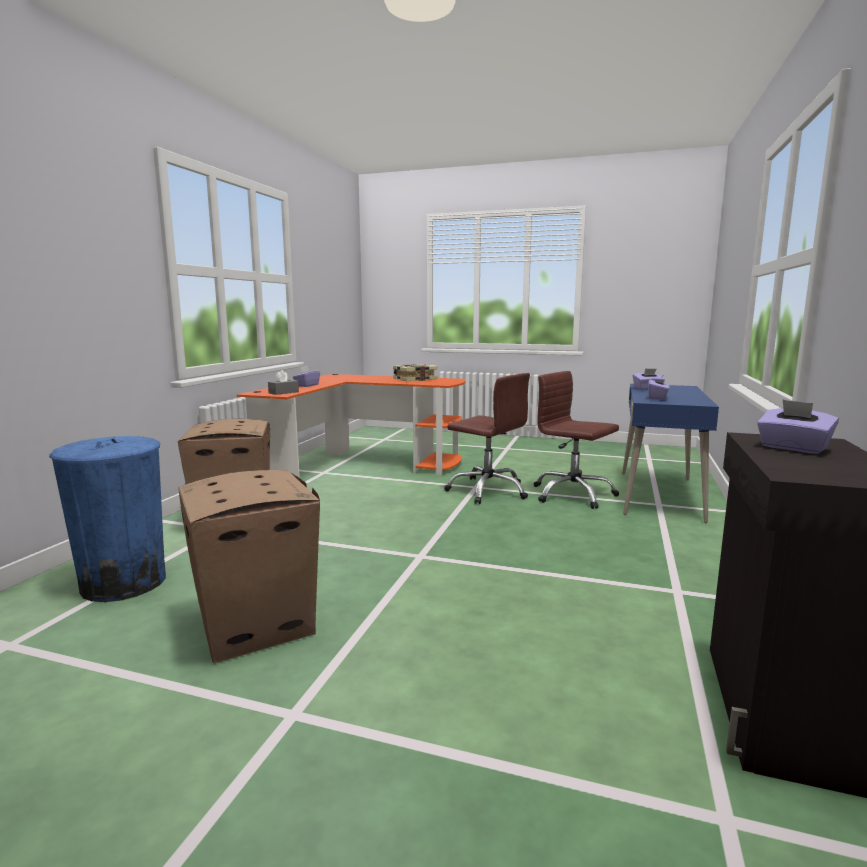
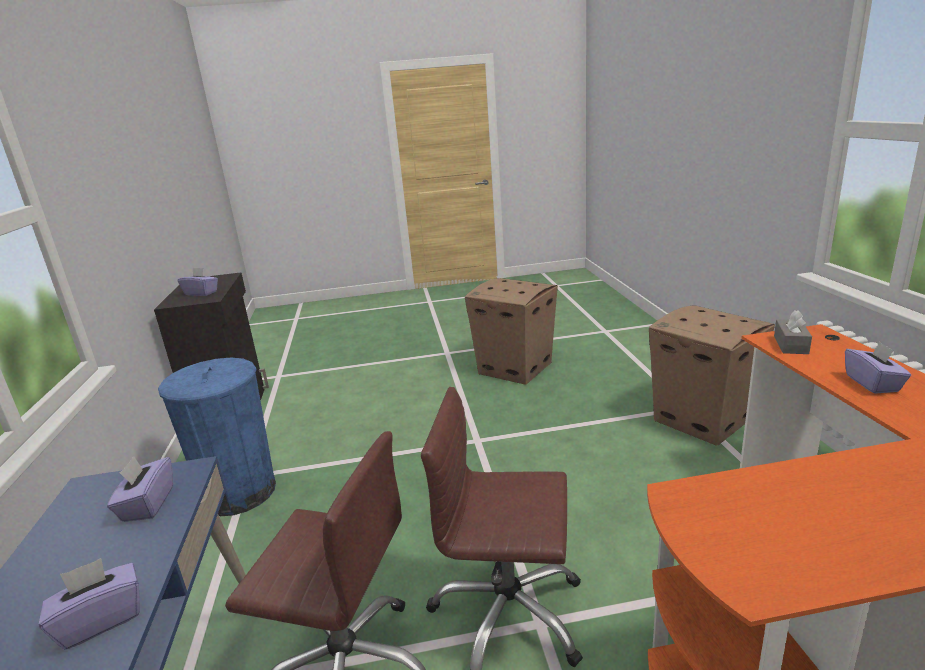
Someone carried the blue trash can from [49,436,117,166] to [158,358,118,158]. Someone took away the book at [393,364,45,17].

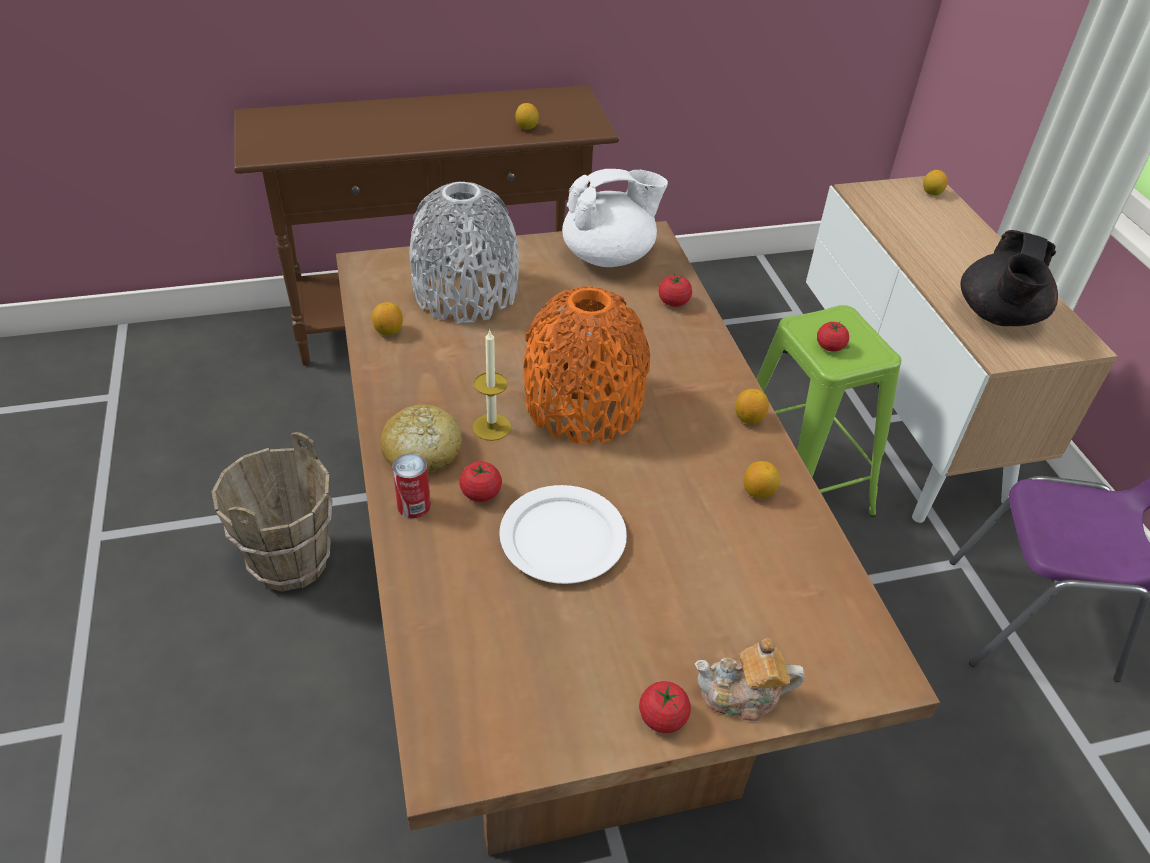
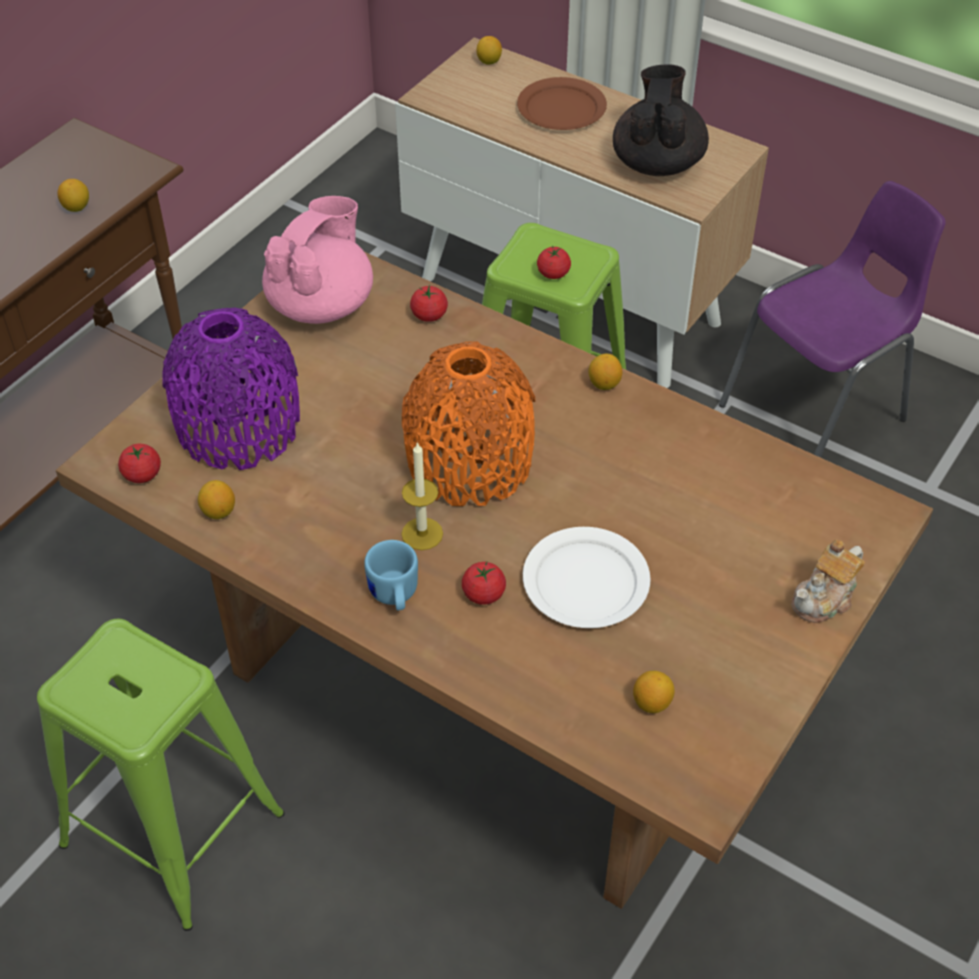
Someone swapped the brownish pail at [211,432,121,160] for the green-coloured sitting stool at [37,619,248,312]. Someone carried the fresh tomato from [639,681,52,52] to [118,444,43,39]. Someone repainted the grey flower vase at [409,182,110,142], which became the purple flower vase at [162,308,138,162]. Someone repainted the white teapot at [562,169,106,98], which became the pink-coloured teapot at [262,196,111,128]. Someone swapped the baked bread at [380,404,82,68] for the blue mug at [364,540,54,71]. Someone put down the brownish plate at [517,77,90,53]. Someone rotated the black teapot at [960,230,98,96] by 150 degrees counterclockwise. Someone carried the whole lemon from [743,461,37,38] to [633,671,42,42]. Someone took away the can at [392,453,39,65].

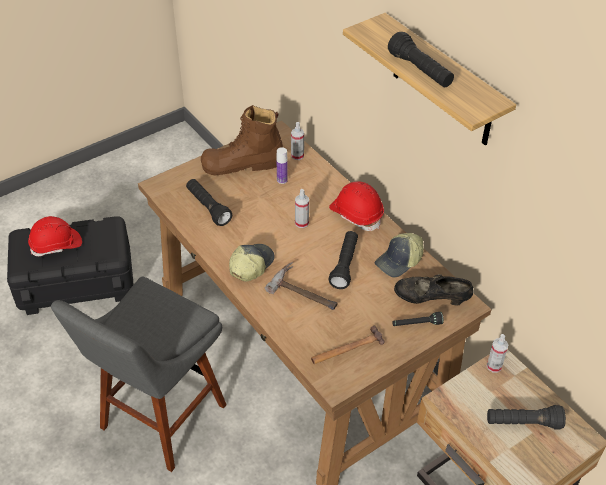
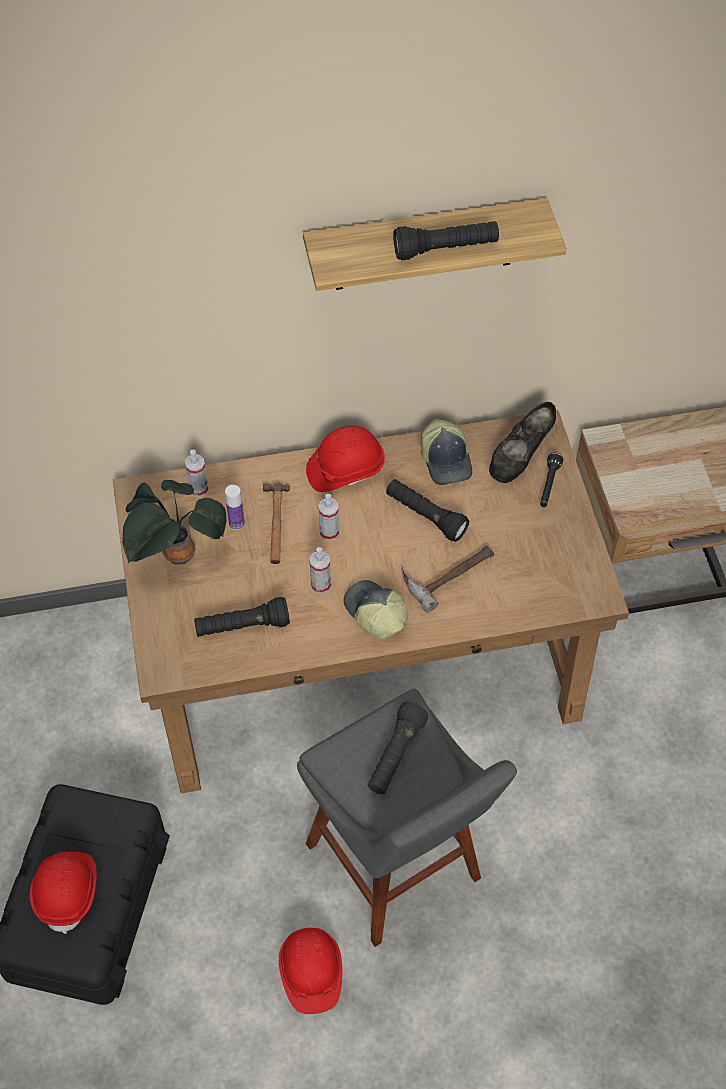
Someone swapped the brownish boot at [201,105,82,71] for the houseplant at [122,480,105,85]. Someone carried the tool hammer from [311,326,73,38] to [263,482,27,82]. Someone put down the red work helmet at [279,928,63,86]. Someone carried the hand sprayer from [487,334,21,39] to [310,547,21,47]. Someone carried the black hand torch from [487,405,79,25] to [368,702,60,92].

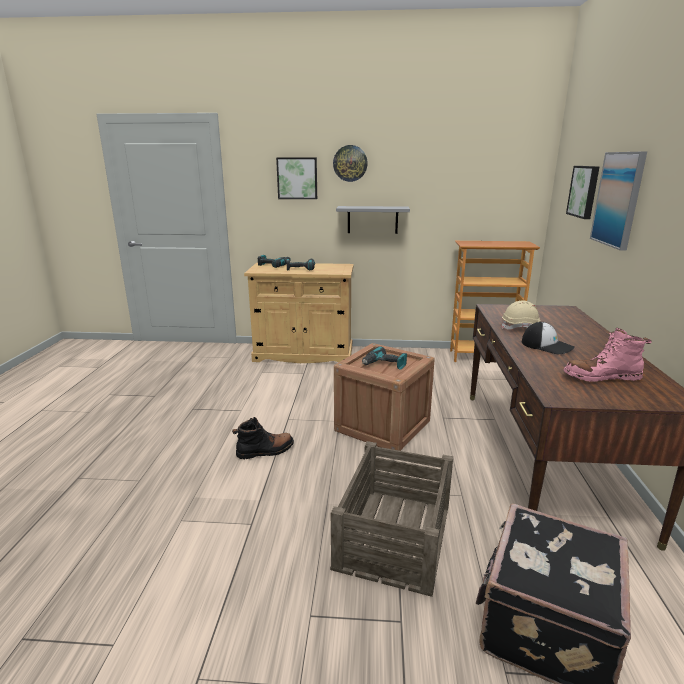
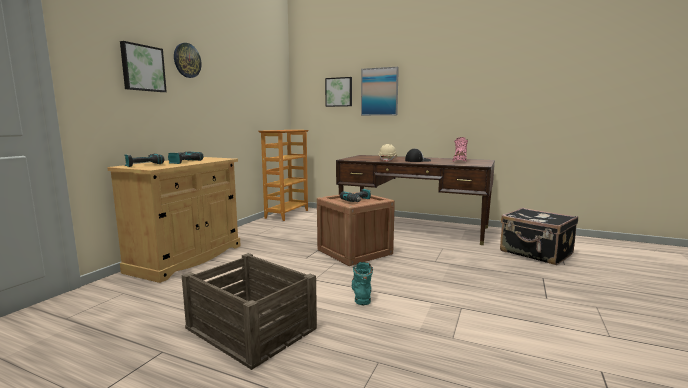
Someone carried the shipping crate from [330,441,123,156] to [182,253,135,117]. Someone repainted the black boot at [232,417,62,42], which became the turquoise boot at [352,262,21,43]. Someone took away the grey wall shelf at [336,206,74,28].

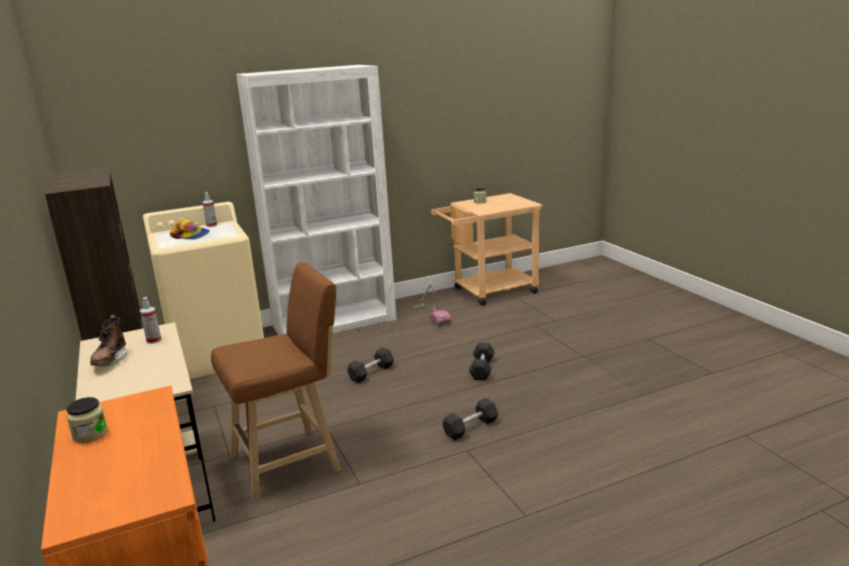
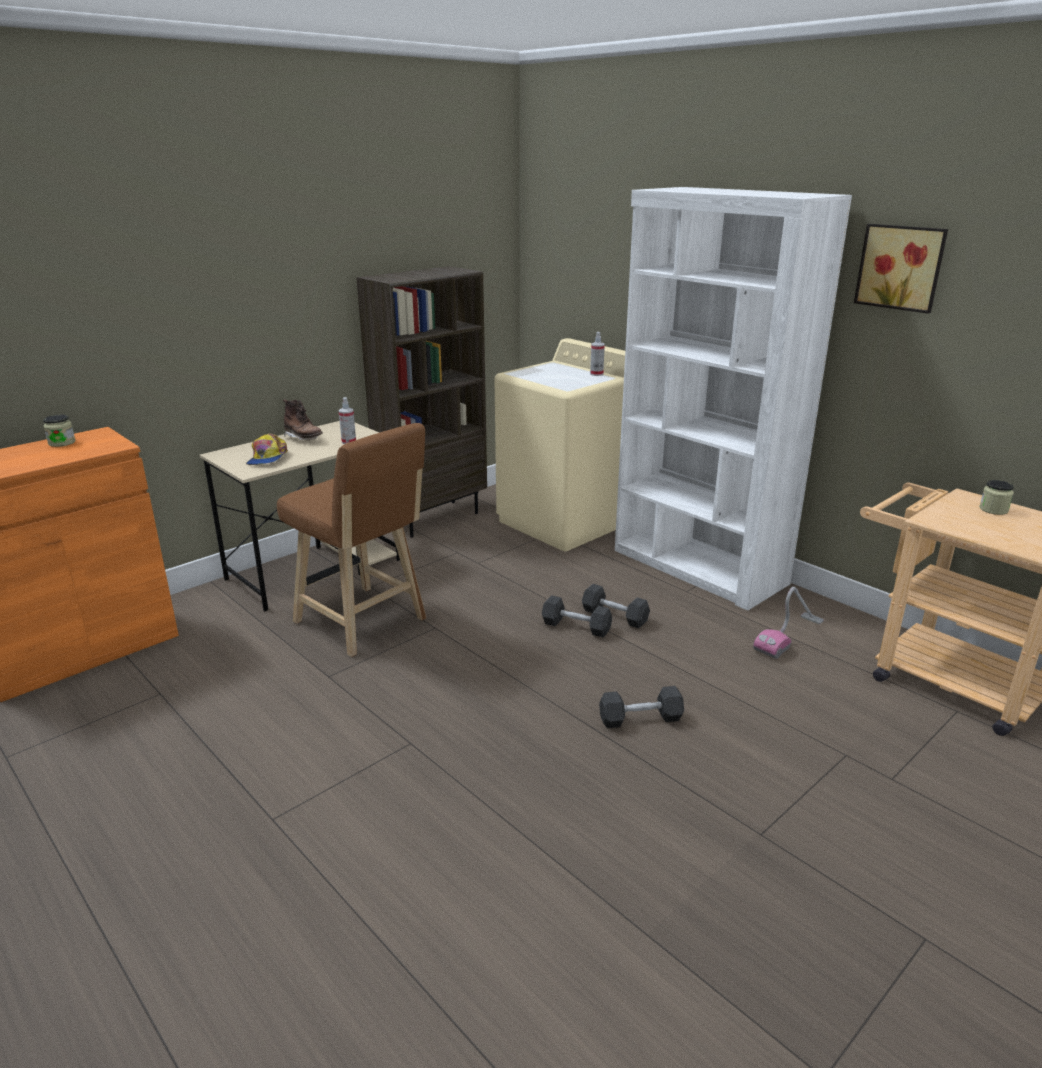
Someone carried the cap from [170,219,40,21] to [246,434,42,31]. Someone rotated the brownish boot at [90,315,37,51] by 120 degrees counterclockwise. Someone carried the grey dumbbell from [442,398,56,42] to [582,584,68,45]. Someone put up the wall picture at [854,224,94,90].

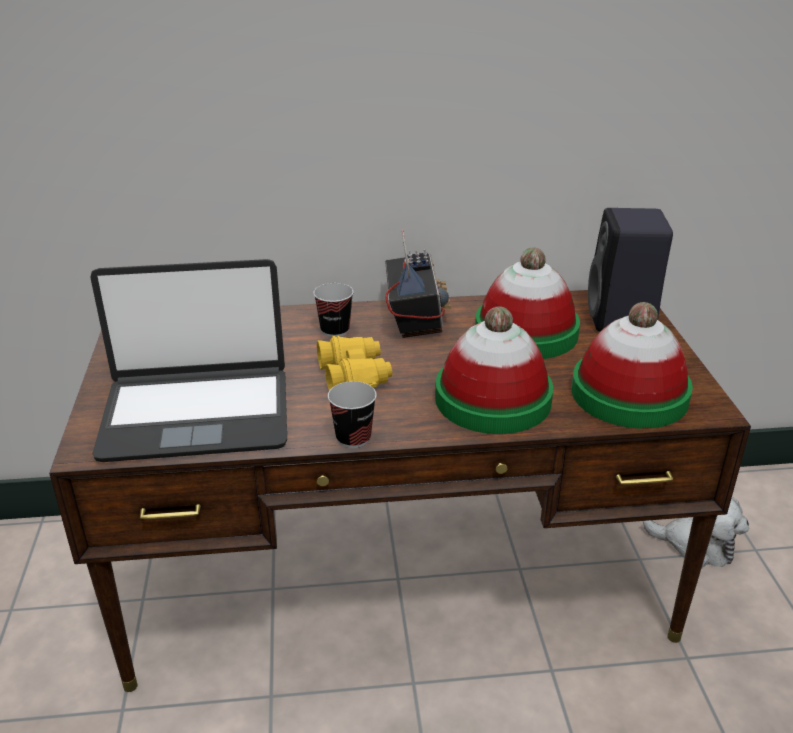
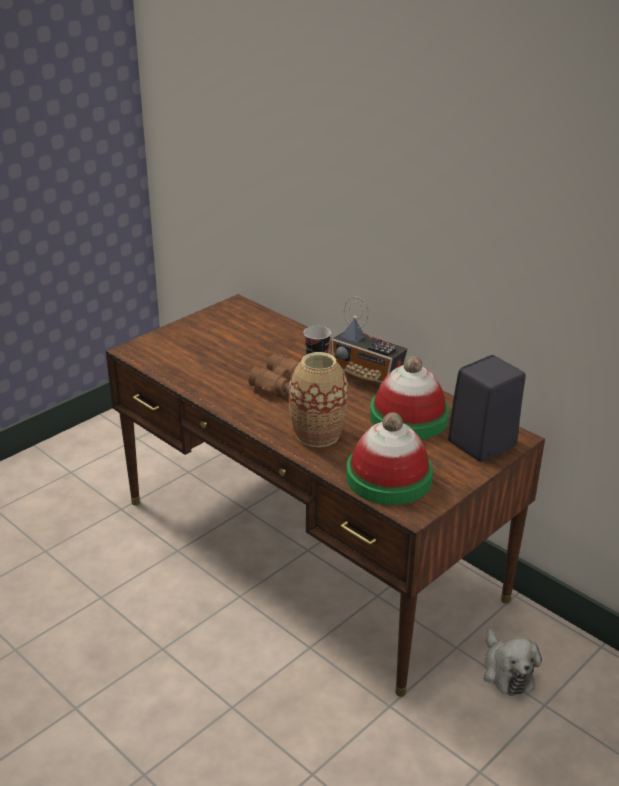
Someone repainted the yellow-coloured pair of binoculars at [317,336,75,55], which became the brownish pair of binoculars at [248,354,50,41]. Someone swapped the clothing hat at [435,306,118,128] for the flower vase at [289,352,59,95]. Someone rotated the radio set at [385,230,66,108] by 75 degrees clockwise. Someone took away the portable computer at [90,259,197,203]. Someone took away the cup at [328,381,49,67].

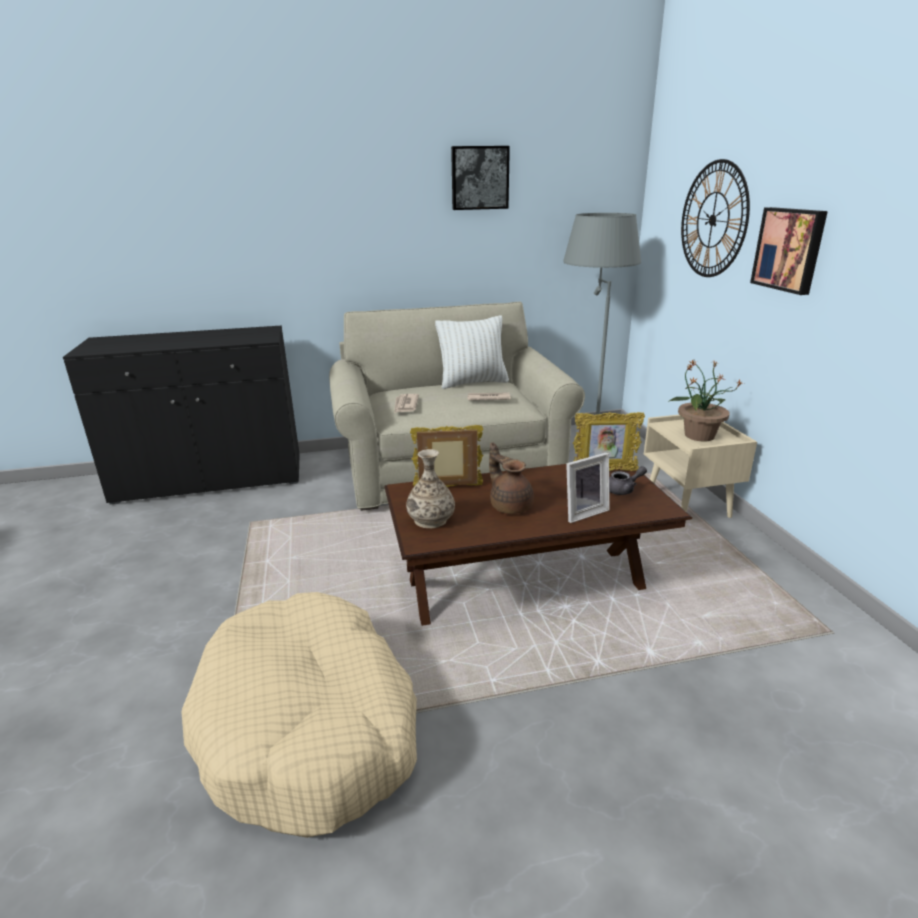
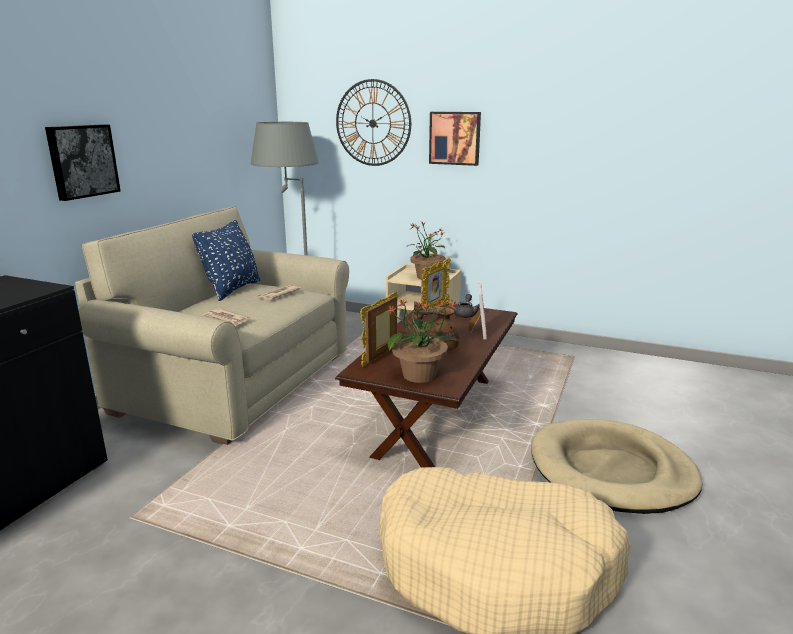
Someone carried the wall picture from [451,146,59,64] to [45,124,76,77]. Someone repainted the white cushion at [435,315,74,74], which became the blue cushion at [192,220,68,81]. Someone swapped the flower vase at [406,449,49,79] for the houseplant at [385,294,76,89]. Someone put down the sand-coloured dog bed at [531,419,171,95].

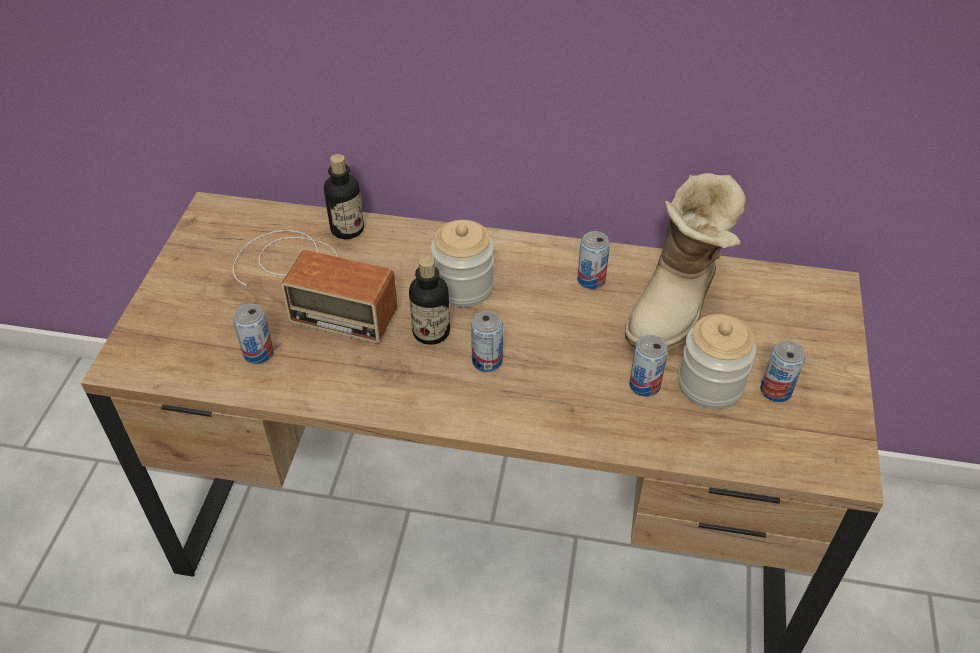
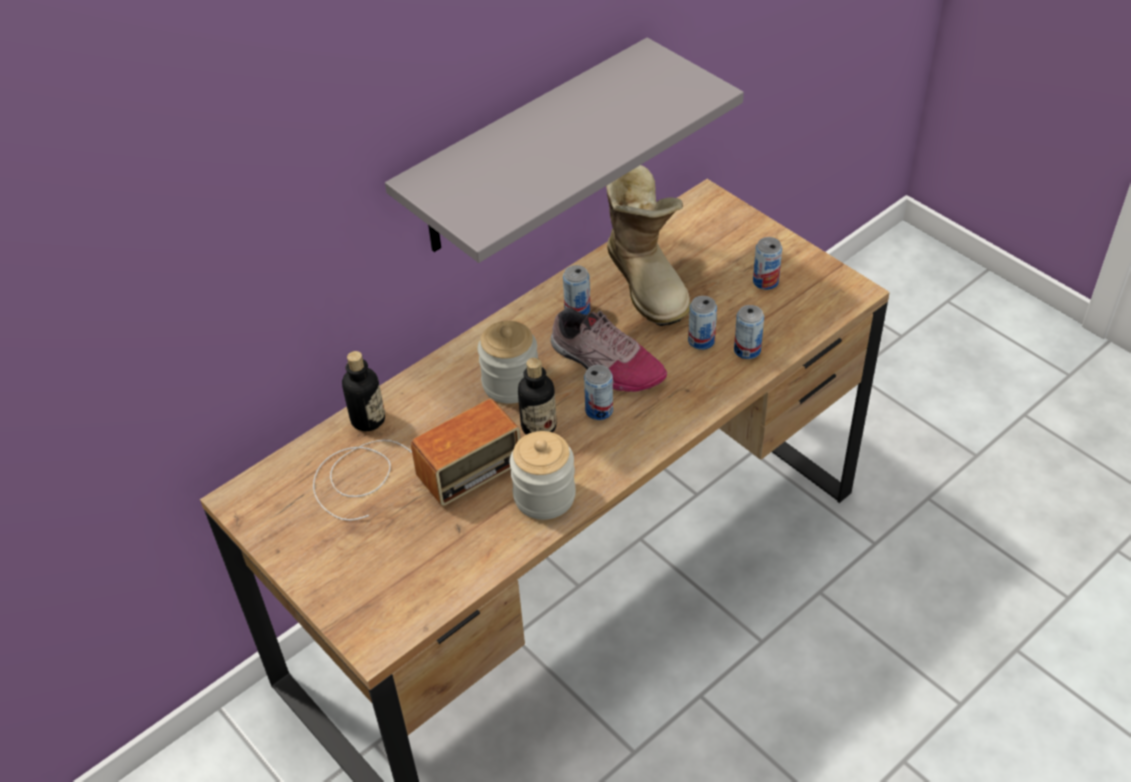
Someone put up the grey wall shelf at [385,38,359,225]. Someone carried the storage jar from [678,314,79,95] to [510,431,66,89]. Someone put down the item of footwear at [551,307,116,85]. Someone carried the can from [233,303,41,61] to [734,305,30,54].

